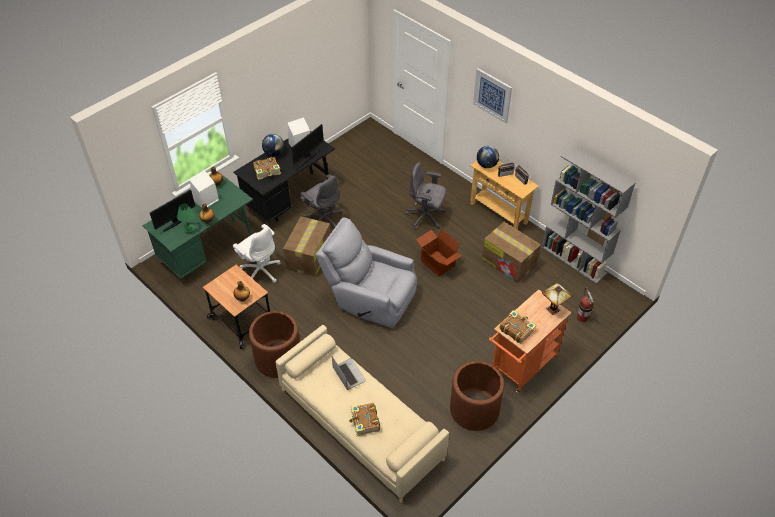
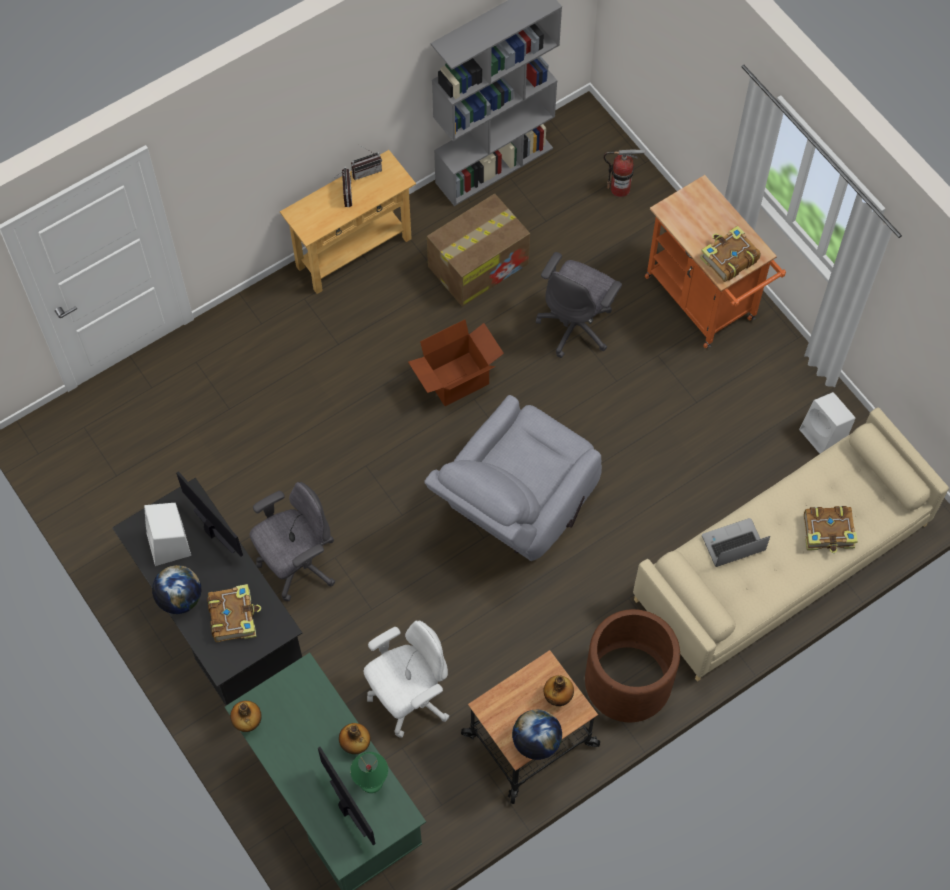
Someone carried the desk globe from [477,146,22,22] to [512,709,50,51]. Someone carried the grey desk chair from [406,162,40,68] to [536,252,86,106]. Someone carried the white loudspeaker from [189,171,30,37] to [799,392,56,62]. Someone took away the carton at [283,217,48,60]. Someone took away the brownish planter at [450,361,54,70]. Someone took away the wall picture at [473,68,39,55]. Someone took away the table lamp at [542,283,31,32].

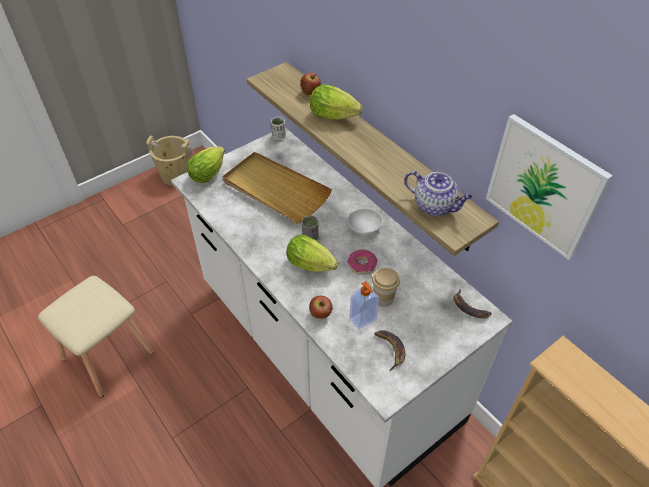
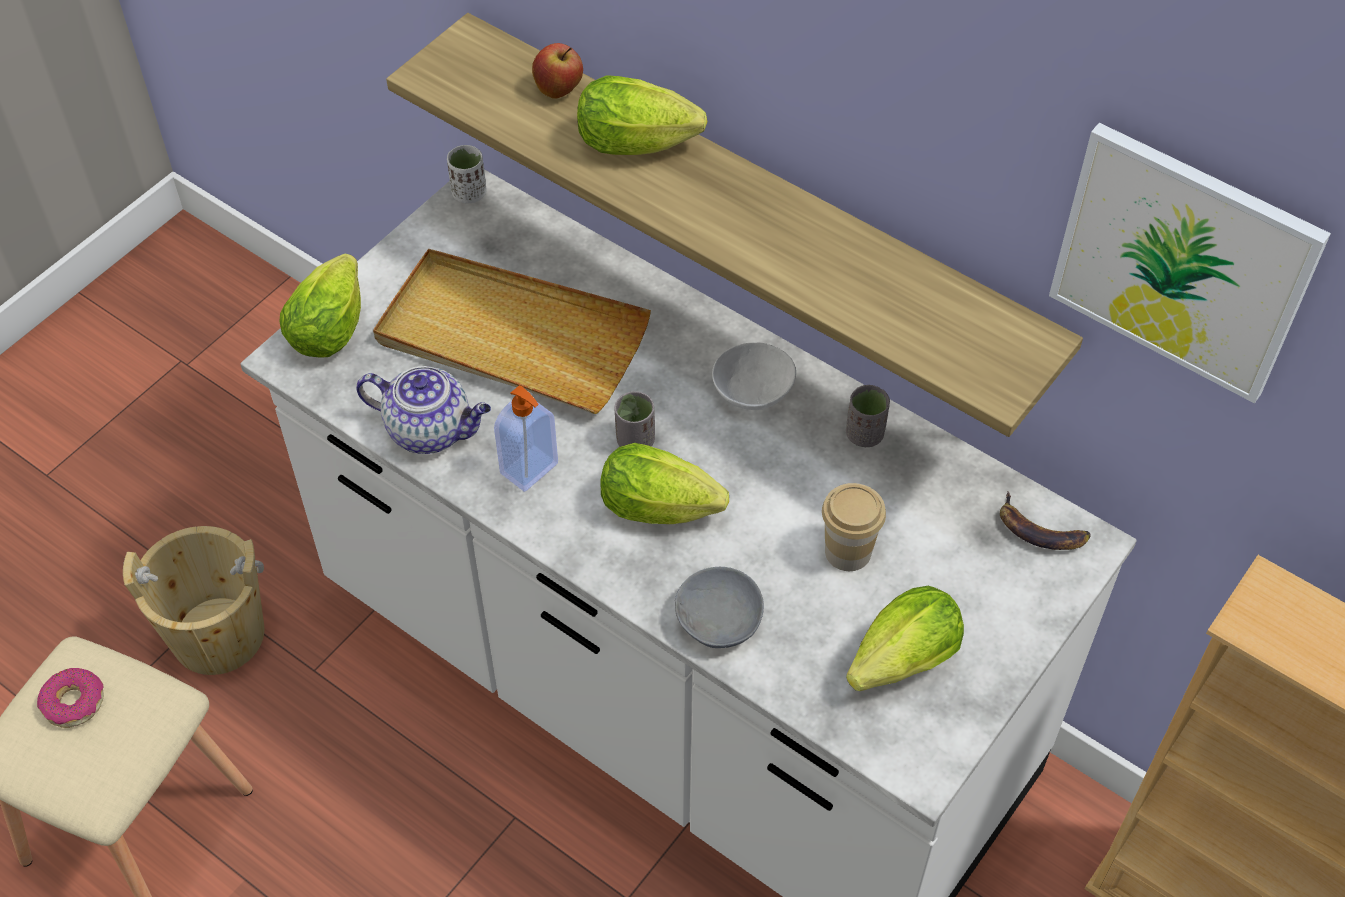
Someone carried the doughnut from [347,249,31,26] to [37,668,67,60]. Someone carried the sand-coloured pail from [146,135,46,51] to [123,526,141,149]. Someone carried the teapot from [405,171,67,45] to [356,366,135,88]. Someone carried the liquid soap bottle from [349,281,30,49] to [494,385,64,107]. Someone swapped the whole apple at [309,296,23,23] for the grey bowl at [675,567,89,81]. Someone put down the grey cup at [846,385,44,62]. Someone swapped the whole banana at [374,330,31,41] for the lettuce head at [846,586,118,105].

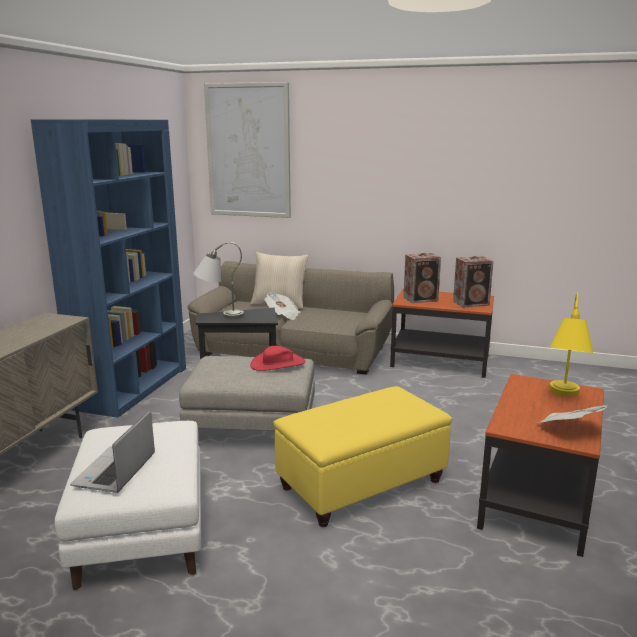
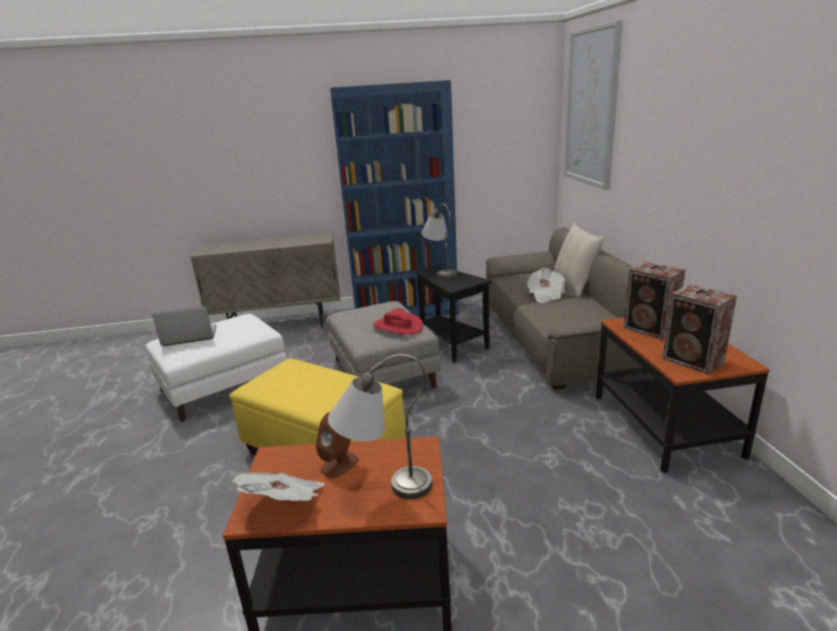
Someone put down the brownish loudspeaker at [316,412,42,66]. Someone repainted the yellow-coloured table lamp at [549,292,44,104], which became the grey table lamp at [328,354,104,145].

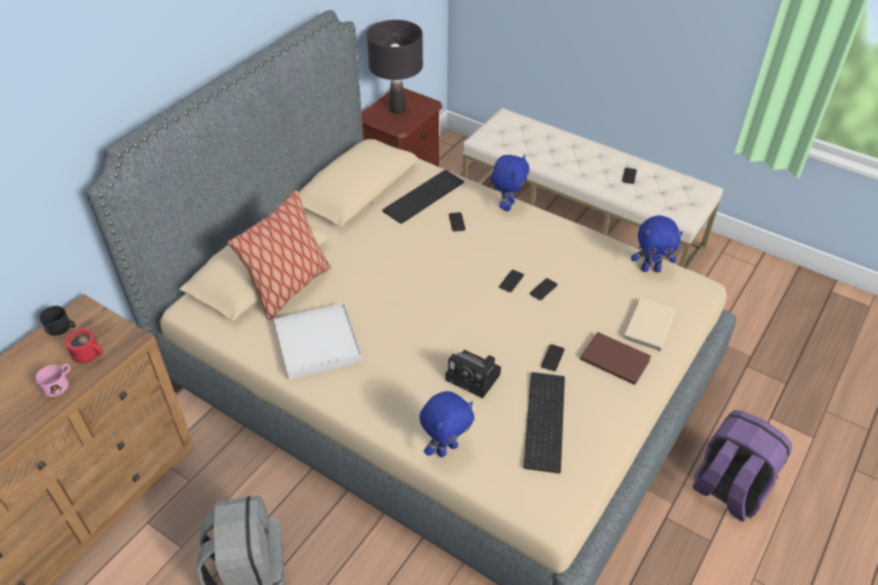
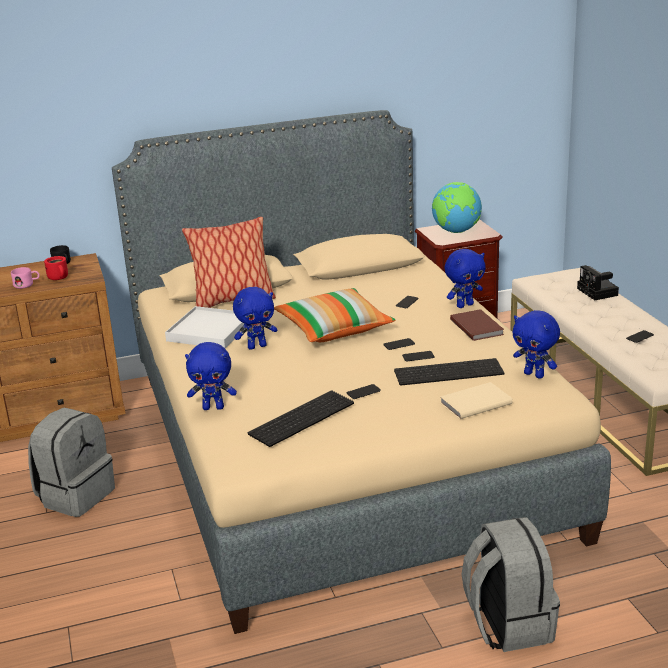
Someone put down the blue plush toy at [233,287,44,63]. Someone put down the cushion at [274,288,121,54]. Someone carried the keyboard from [382,170,82,54] to [394,358,110,27]. Someone swapped the black table lamp at [367,20,56,94] for the desk globe at [432,182,50,51]. Someone carried the brownish book from [580,332,71,53] to [450,309,54,32]. Someone repainted the purple backpack at [693,410,99,112], which became the grey backpack at [462,517,98,135]. Someone carried the photo camera from [445,350,56,48] to [577,265,42,35].

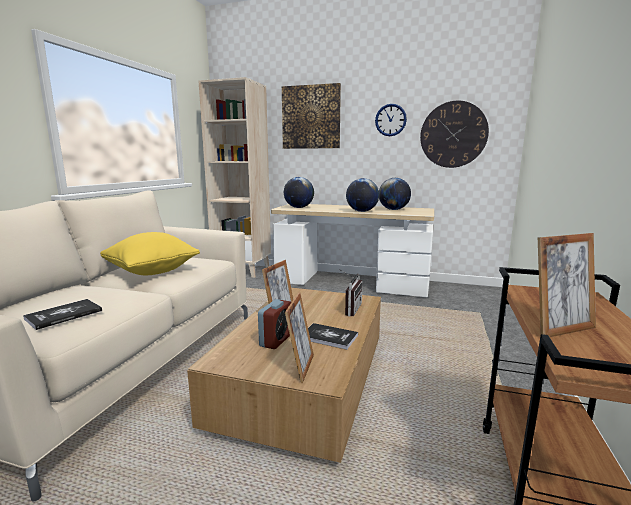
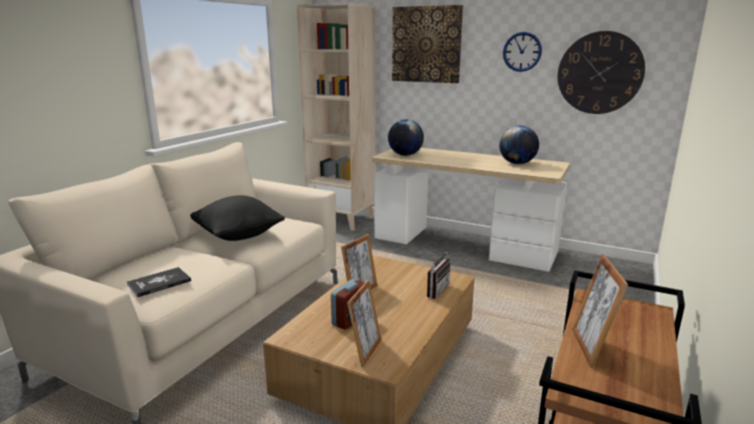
Someone repainted the yellow-coloured cushion at [100,232,100,43], which became the black cushion at [190,195,95,46]. Someone rotated the picture frame at [538,233,58,104] by 105 degrees clockwise. Someone took away the book at [308,323,50,27]. Someone took away the desk globe at [346,178,33,34].

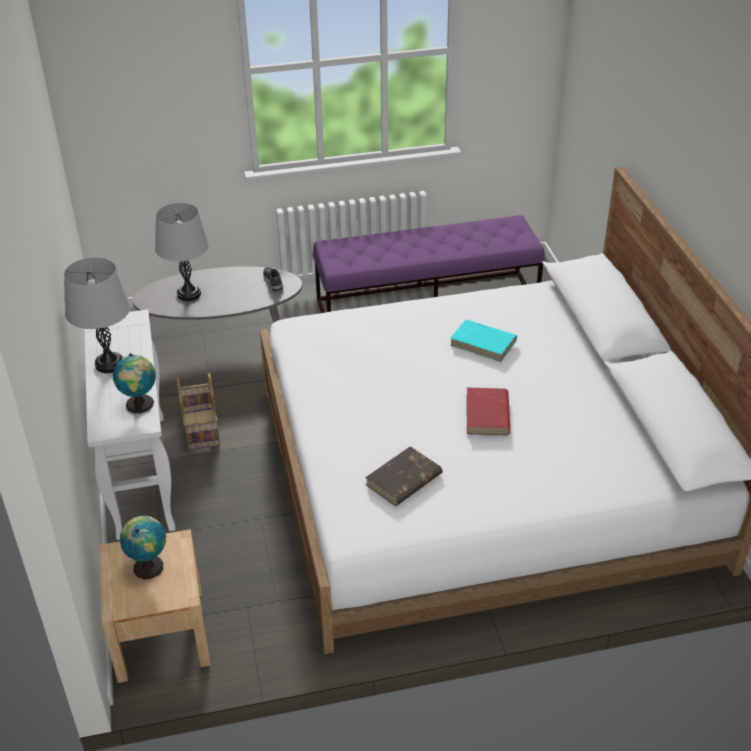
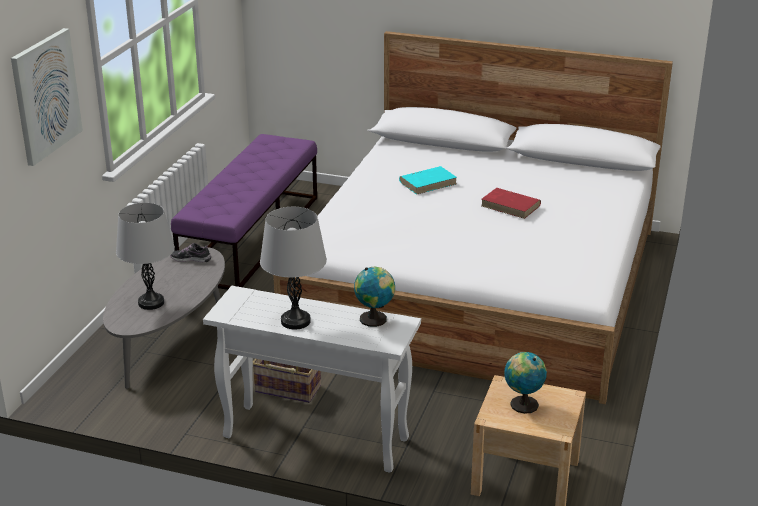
Someone put up the wall picture at [11,28,72,138]. Someone took away the brownish book at [365,446,78,60].

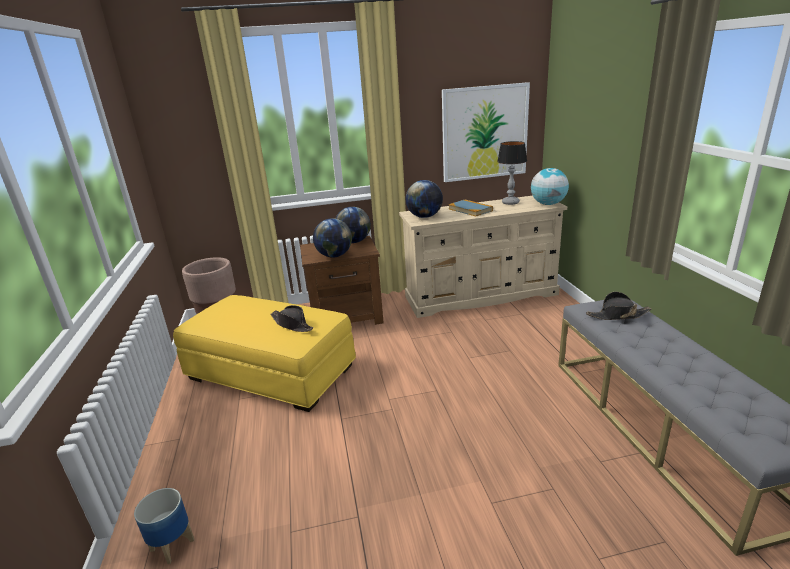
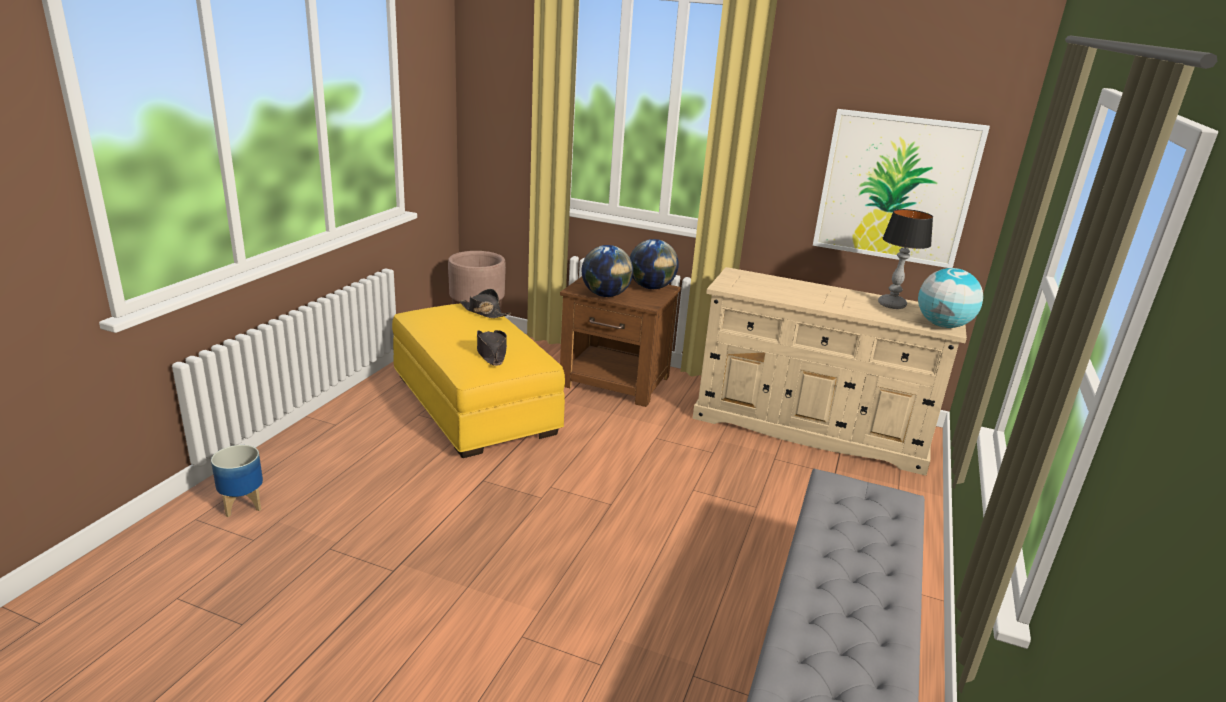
Someone carried the black clothing hat from [586,292,65,28] to [459,289,52,29]. Someone took away the desk globe at [406,180,37,38]. Someone took away the book at [449,200,44,16].

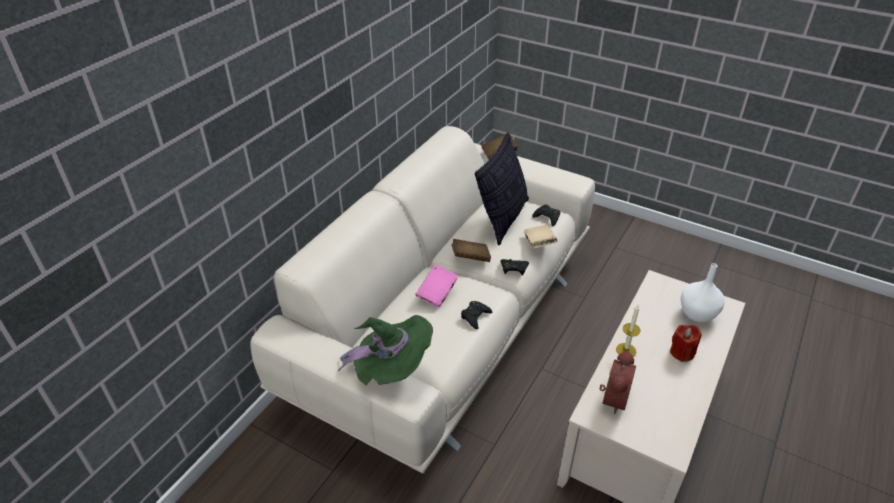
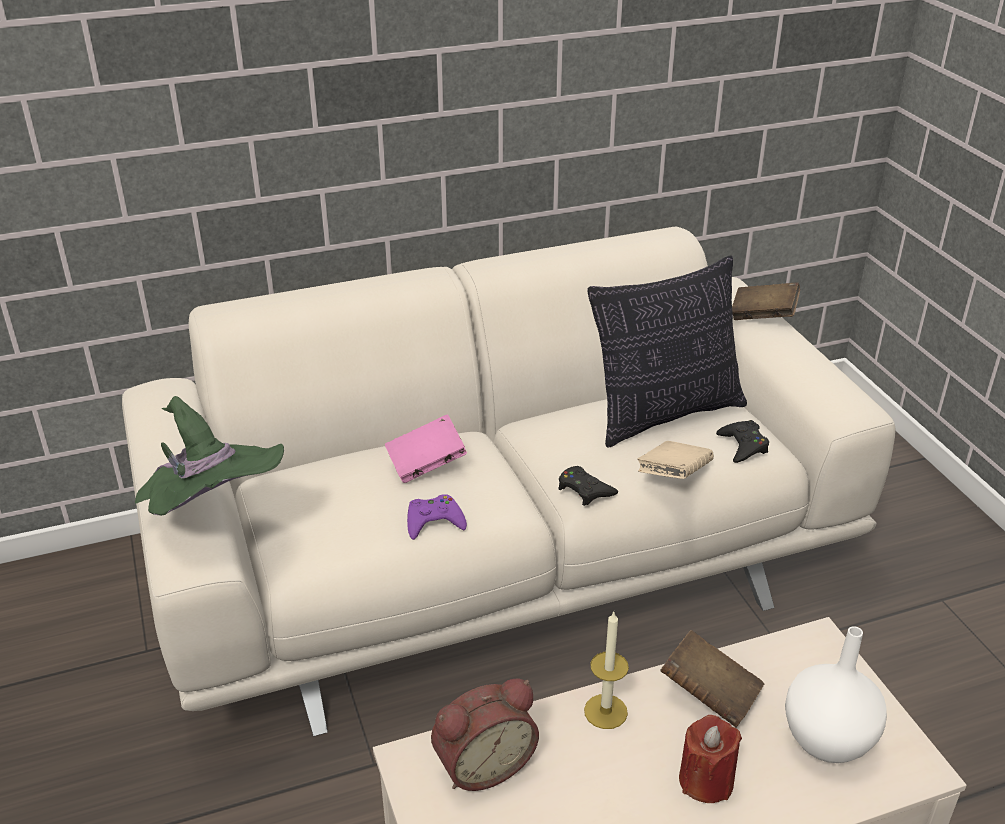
Someone repainted the black joypad at [461,301,32,29], which became the purple joypad at [407,494,60,46]. Someone carried the brownish book from [451,239,40,23] to [661,630,103,98].

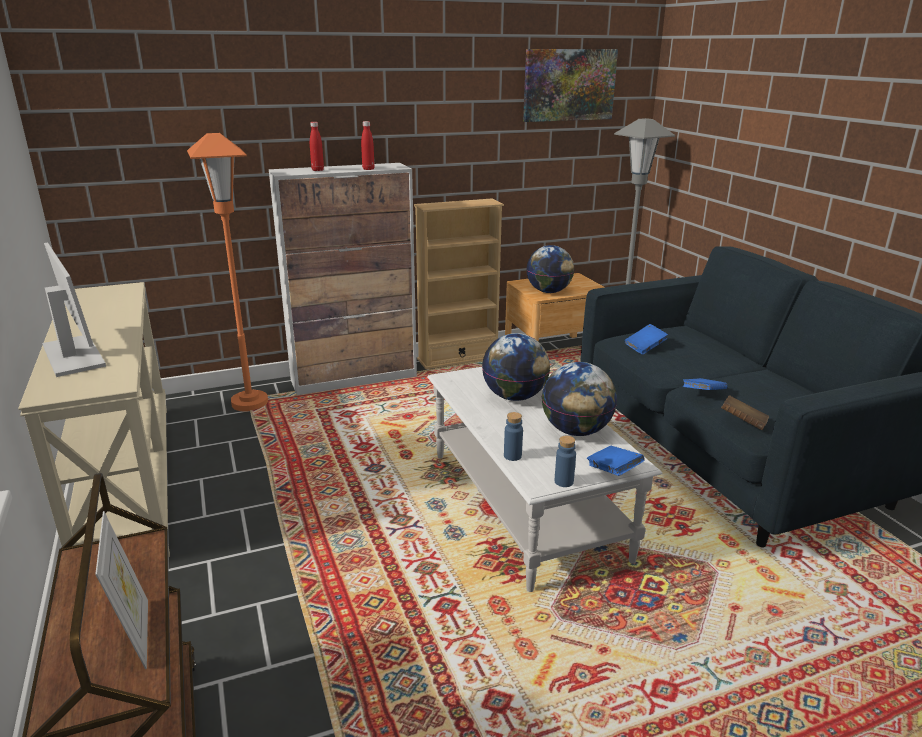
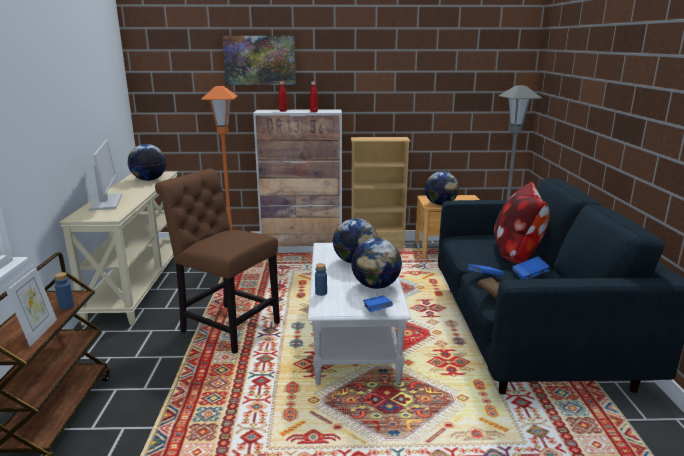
Someone carried the blue beverage bottle from [555,436,21,51] to [54,272,20,38]. Someone put down the desk globe at [128,144,38,37]. Someone put down the brownish plain chair at [155,169,125,185]. Someone carried the wall picture from [523,49,95,73] to [222,36,74,49]. Someone put down the cushion at [494,182,56,82]. Someone carried the blue book from [625,324,43,31] to [512,257,37,22].

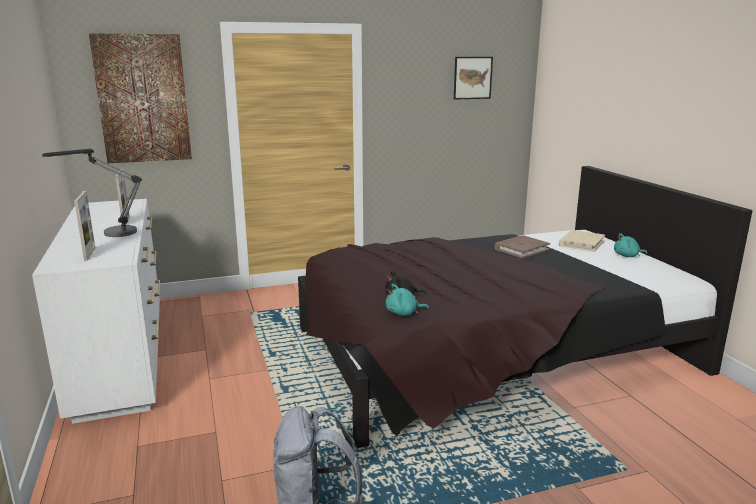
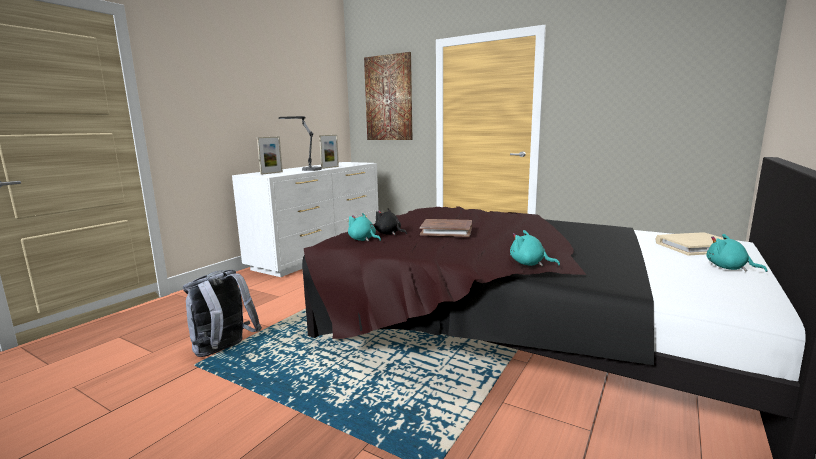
Someone carried the brownish book from [494,235,56,23] to [420,219,52,18]. Someone put down the turquoise plush toy at [510,230,50,36]. Someone took away the wall picture at [454,57,39,43].

